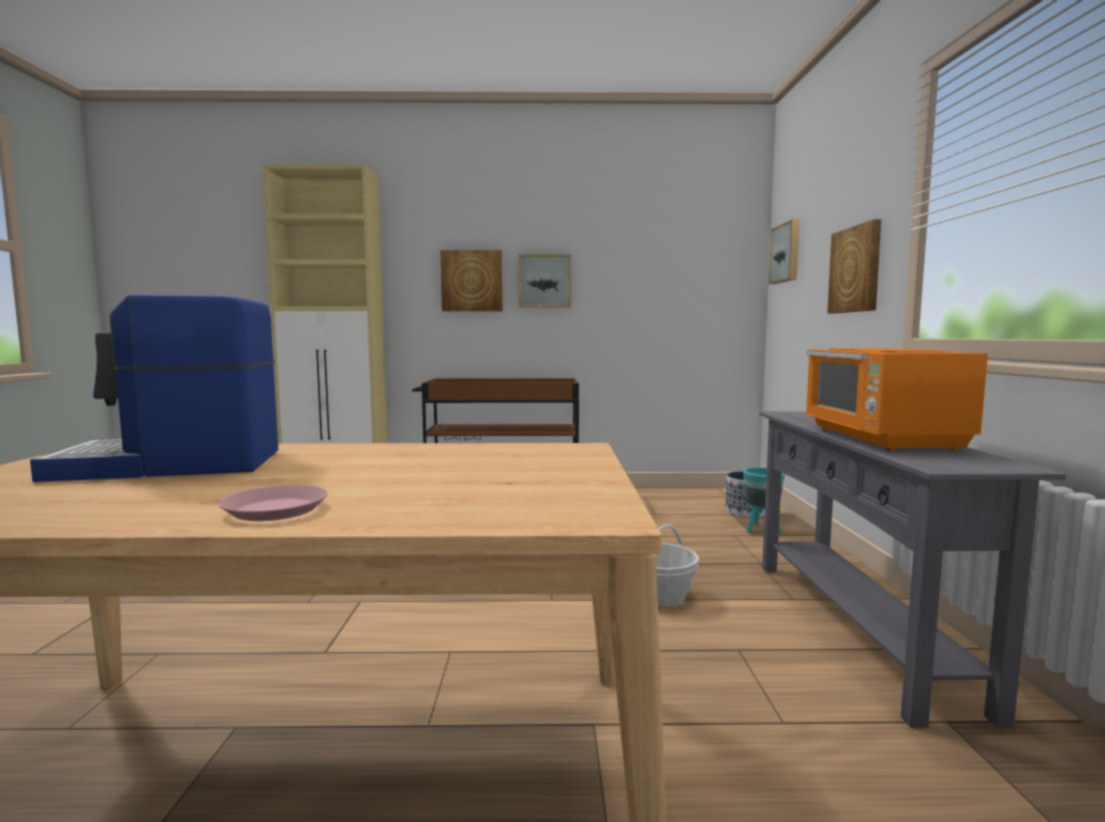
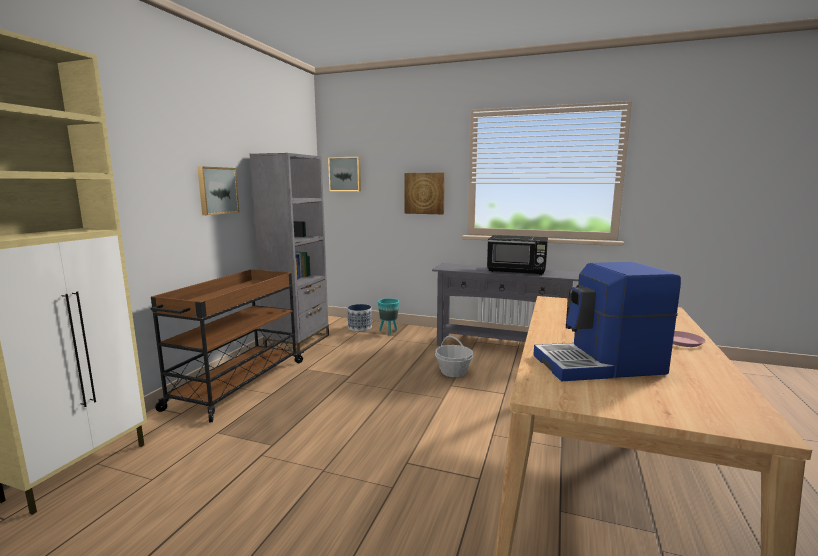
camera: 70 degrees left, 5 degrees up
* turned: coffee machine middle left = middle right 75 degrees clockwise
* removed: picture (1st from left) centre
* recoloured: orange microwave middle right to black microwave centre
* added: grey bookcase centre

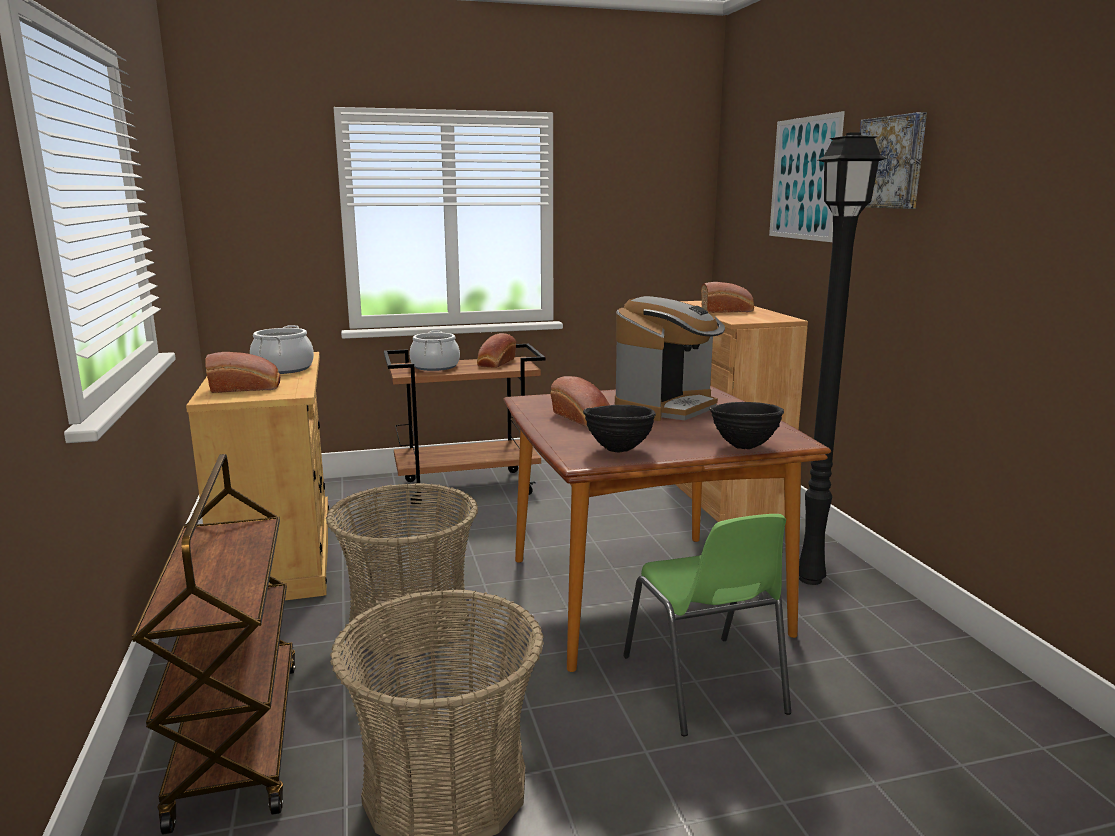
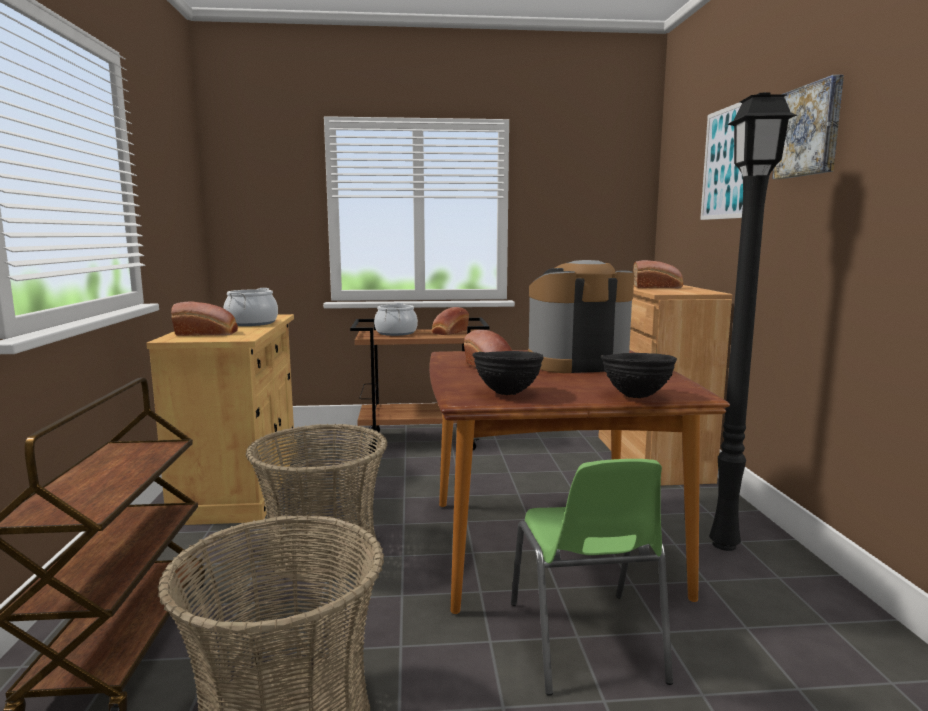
camera: 10 degrees right, 5 degrees down
* turned: coffee machine centre = centre 150 degrees counterclockwise

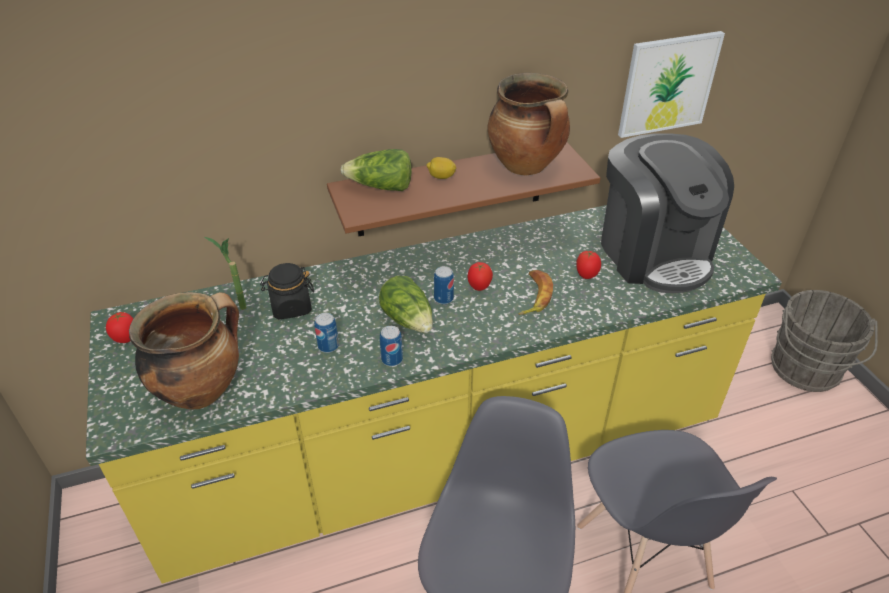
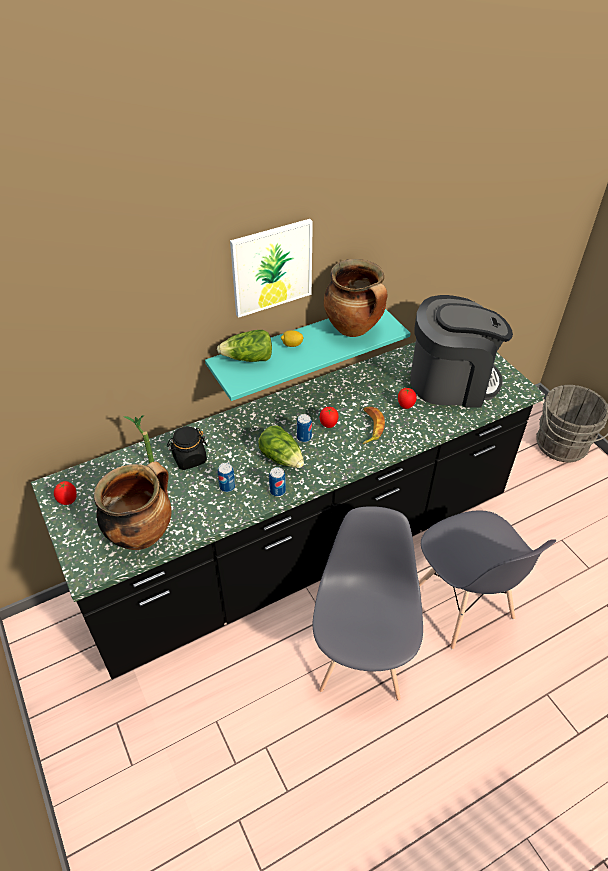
camera: 10 degrees left, 5 degrees up
* recoloured: yellow counter centre to black counter centre
* recoloured: brown shelf top centre to turquoise shelf centre
* turned: coffee machine middle right = middle right 60 degrees counterclockwise
* moved: picture top right to top centre

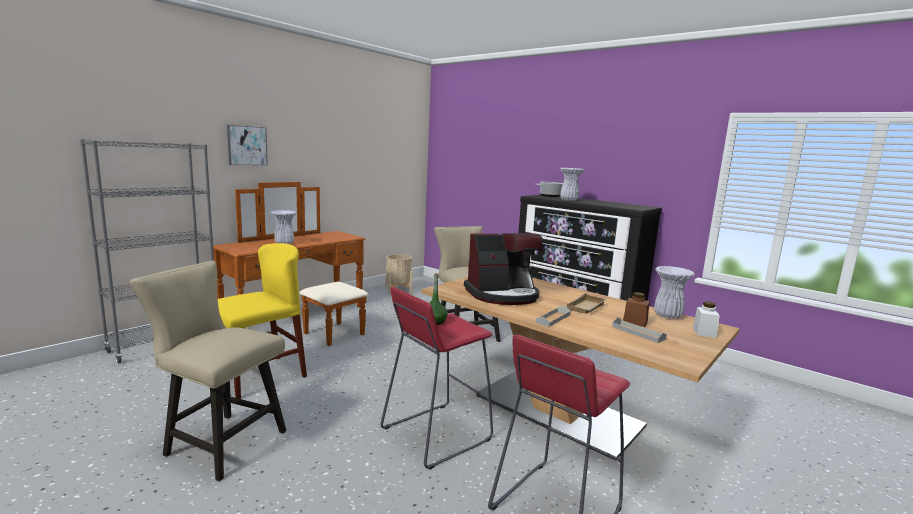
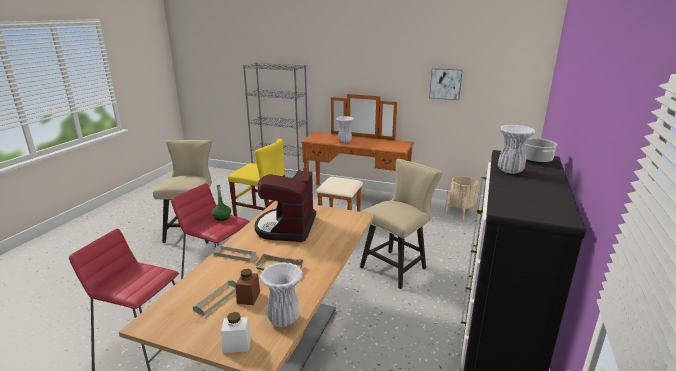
camera: 70 degrees right, 10 degrees up
* moved: picture top left to top centre
* turned: coffee machine centre = centre 45 degrees clockwise

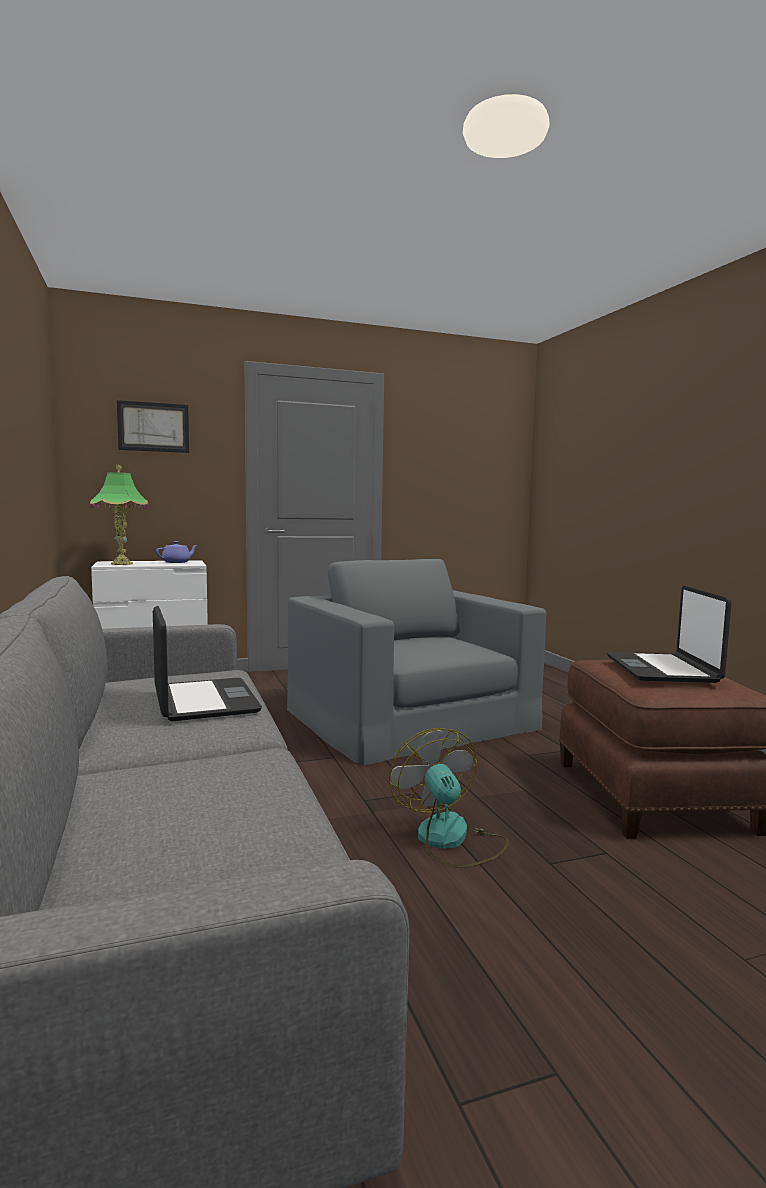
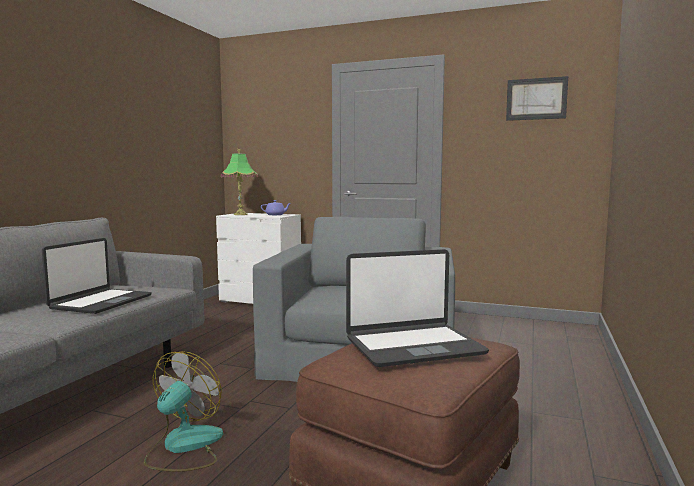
camera: 40 degrees right, 0 degrees up
* moved: picture middle left to top right
* turned: laptop (2nd from left) middle right = centre 150 degrees counterclockwise

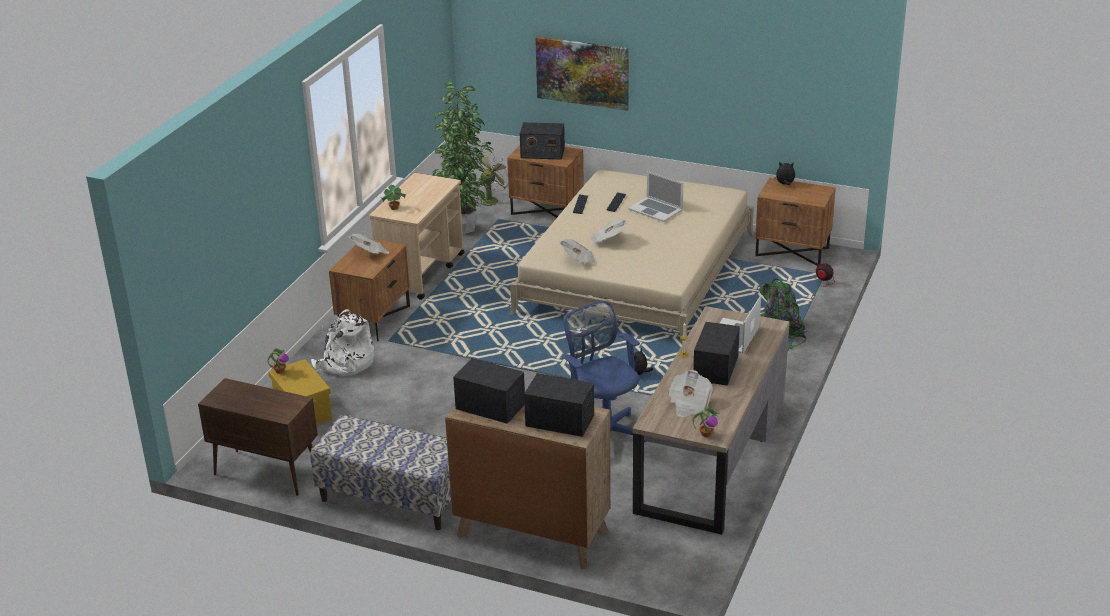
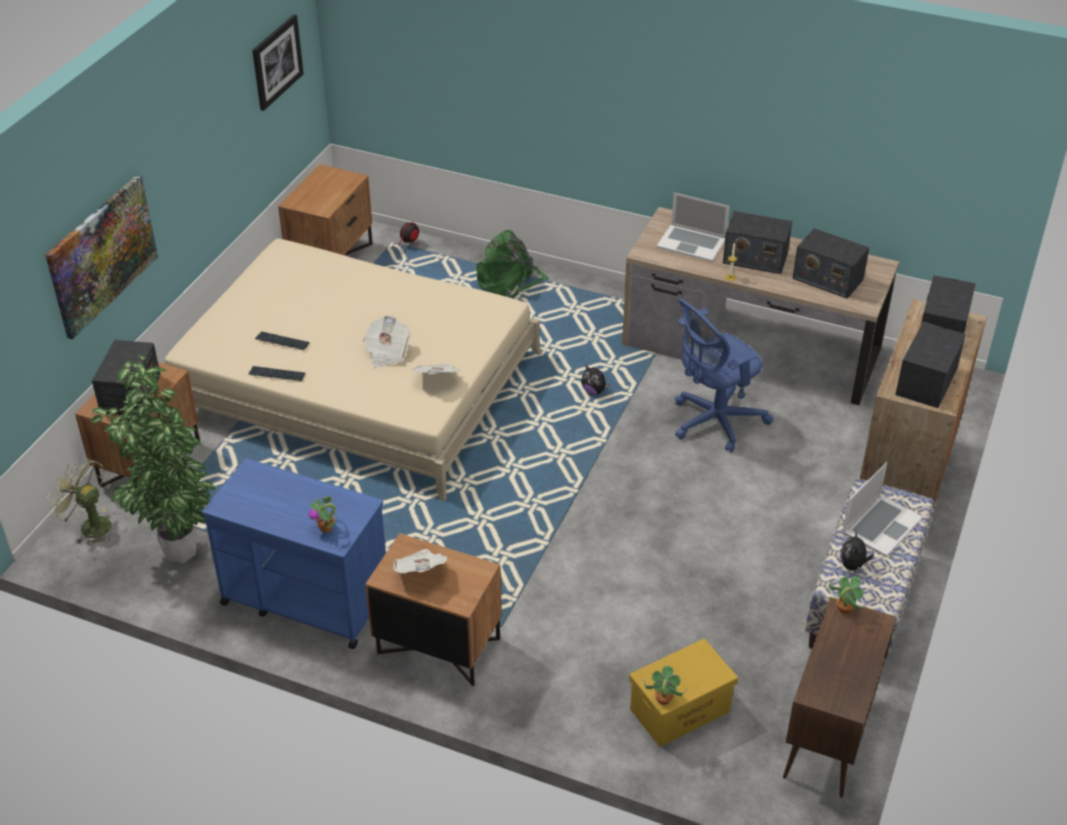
camera: 90 degrees left, 10 degrees up
* removed: white backpack middle left
* recoloured: beige cart centre to blue cart bottom left
* moved: laptop (1st from left in the first image) top centre to laptop (2nd from left) middle right
* replaced: newspaper (4th from left) centre to radio (3rd from left) top right
* moved: potted plant (4th from left) bottom centre to bottom right
* moved: plush toy (2nd from left) top right to bottom right
* added: picture (2nd from left) top left

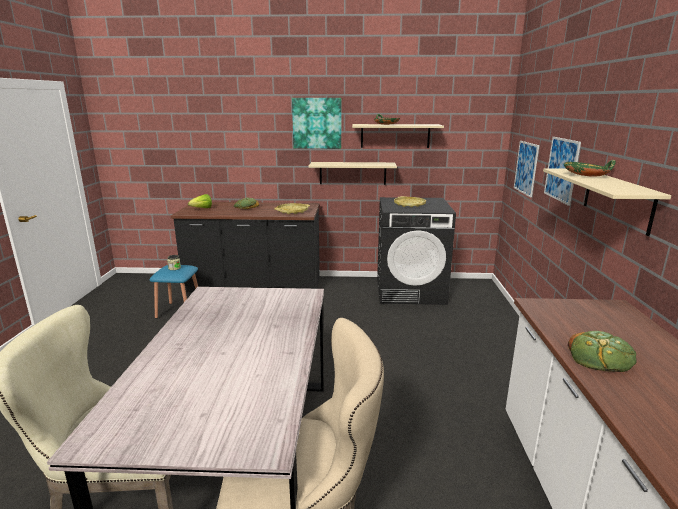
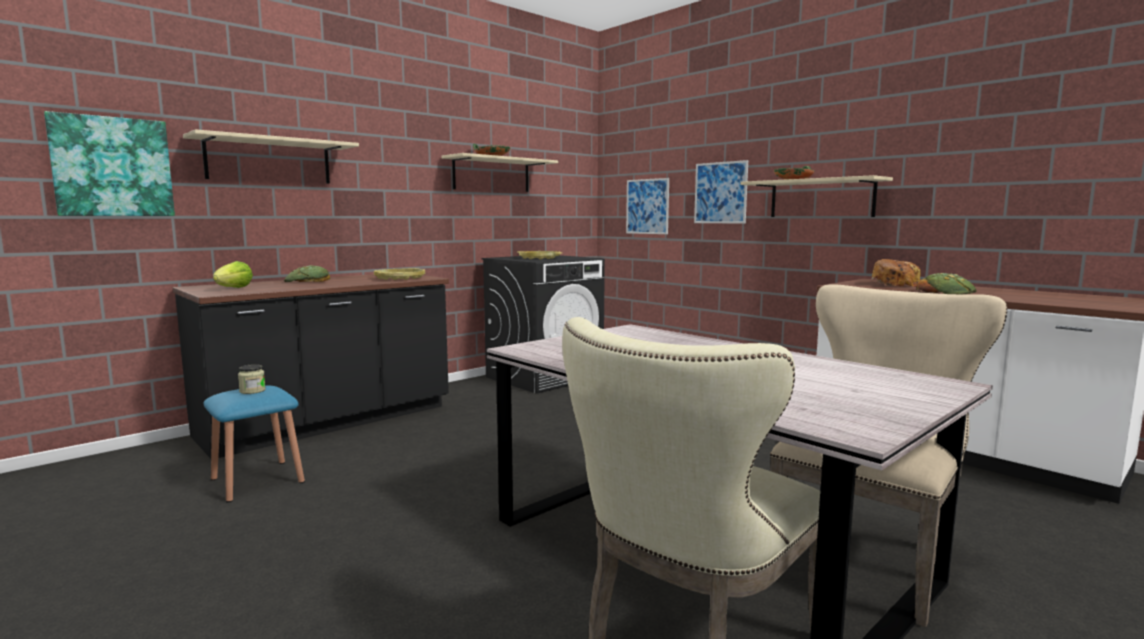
camera: 45 degrees left, 10 degrees down
* moved: picture (1st from left) top centre to top left
* moved: beige shelf (1st from left) centre to top left
* added: bread (2nd from left) middle right

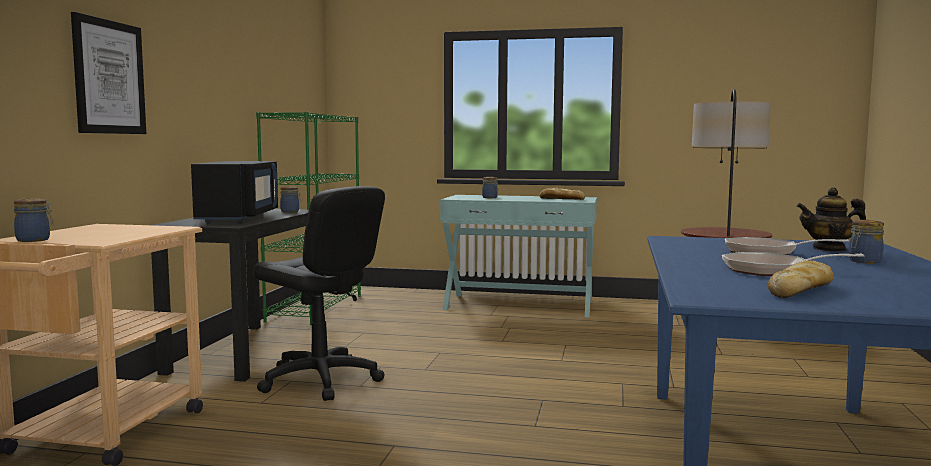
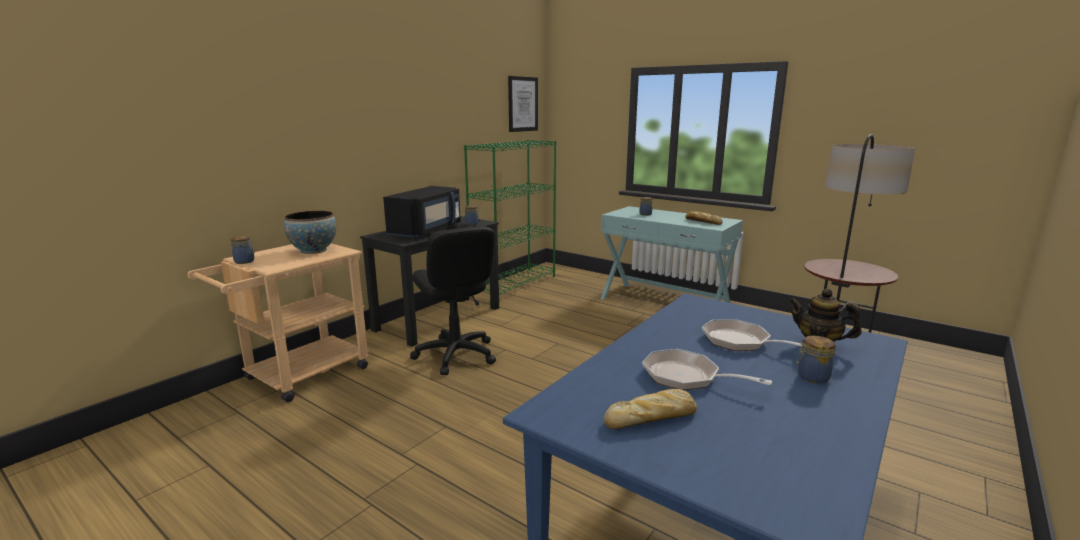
camera: 25 degrees right, 10 degrees up
* moved: picture top left to top centre
* added: bowl middle left

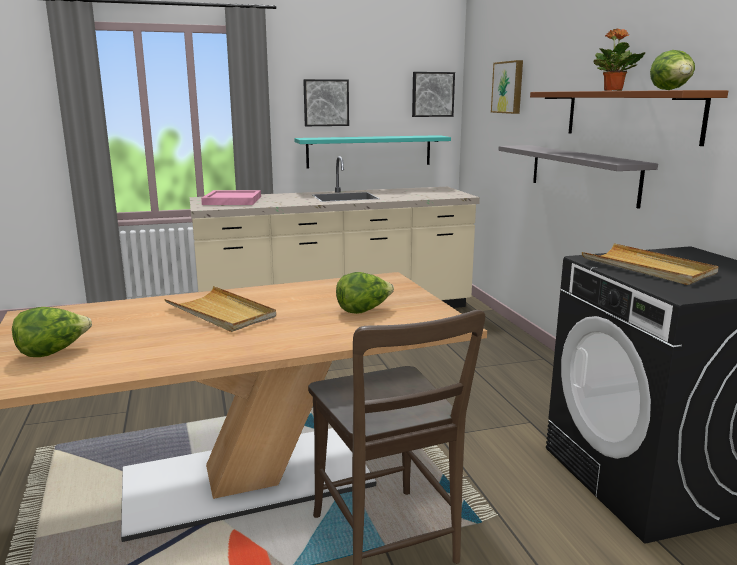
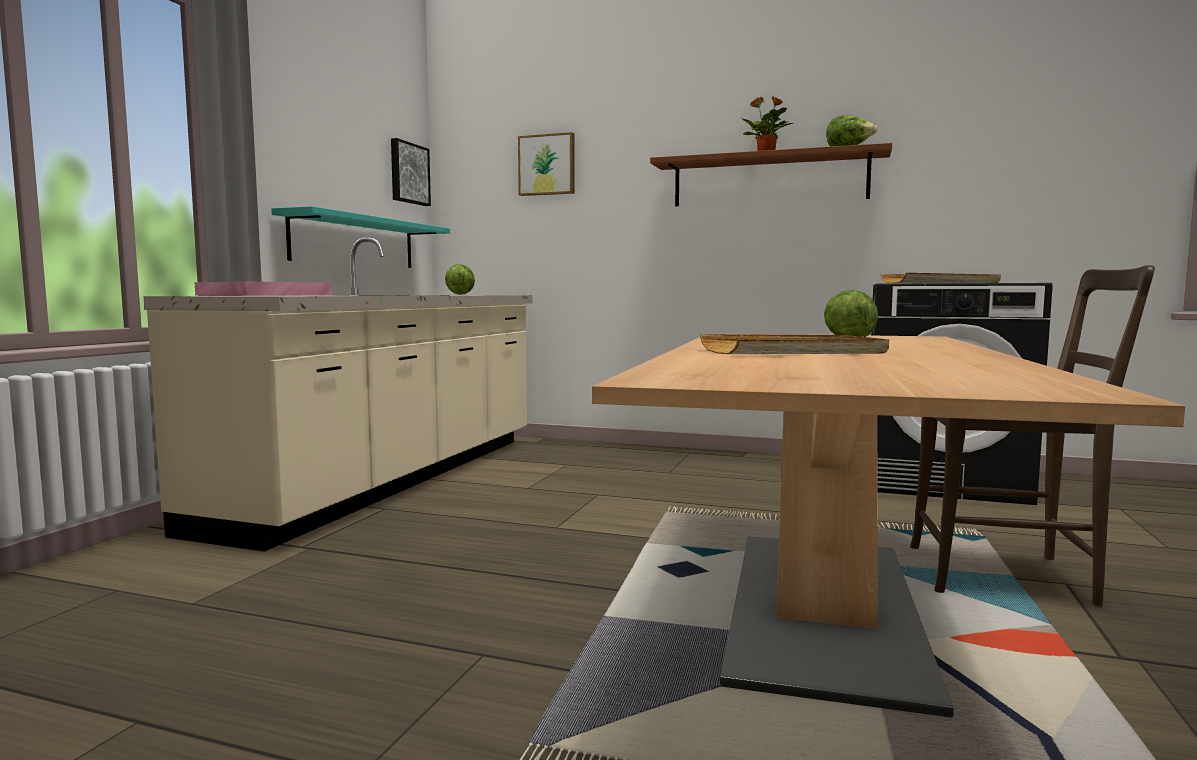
camera: 55 degrees left, 10 degrees down
* moved: lettuce (1st from left) middle left to centre
* removed: picture (1st from left) top centre
* removed: grey shelf top right

